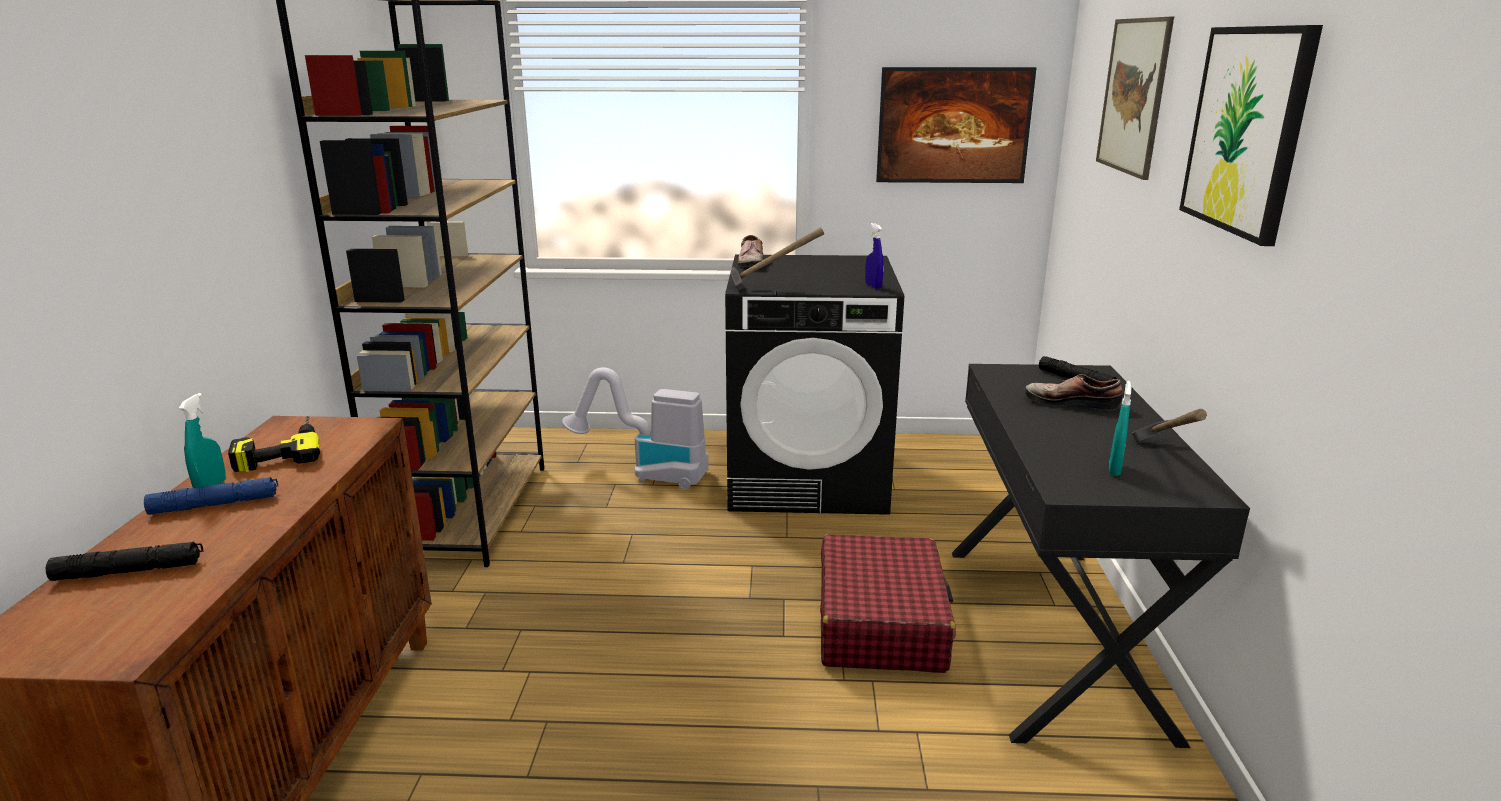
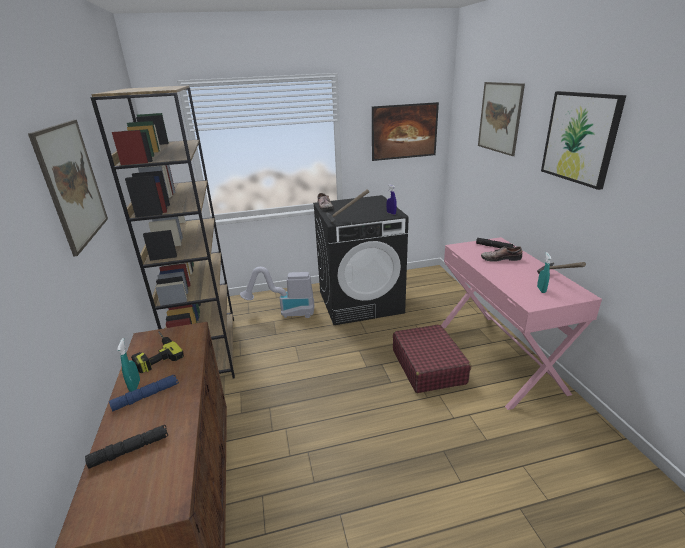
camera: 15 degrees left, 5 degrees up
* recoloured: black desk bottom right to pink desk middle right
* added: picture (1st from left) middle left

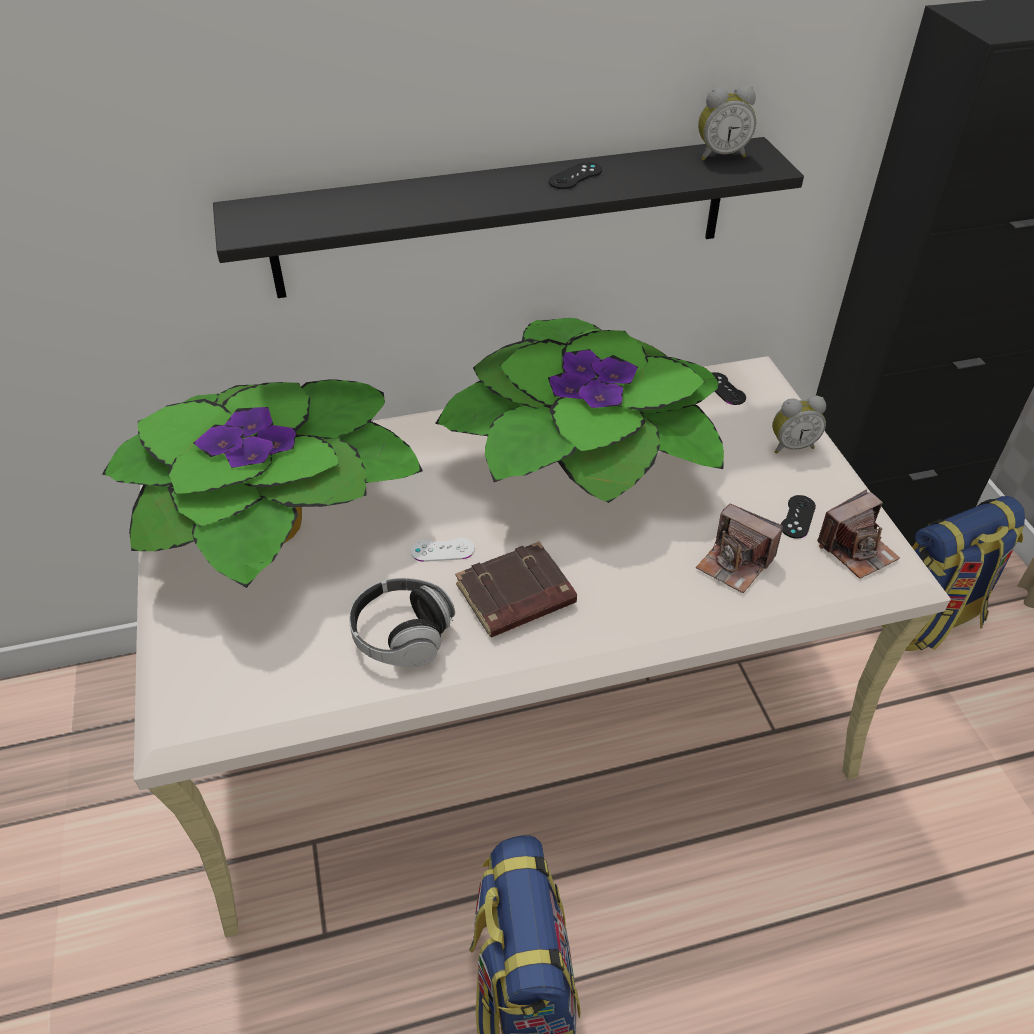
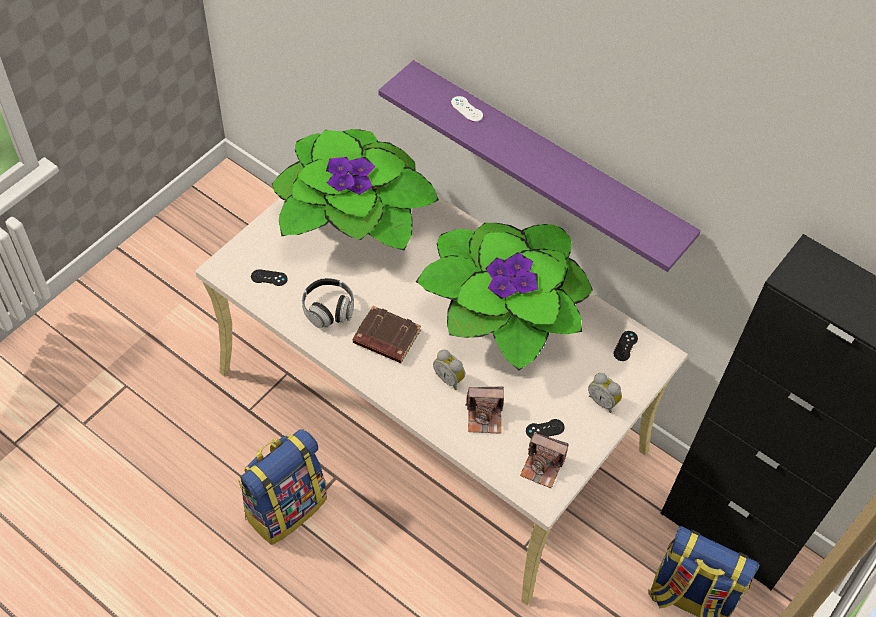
camera: 50 degrees right, 10 degrees up
* recoloured: black shelf top centre to purple shelf top centre
* moved: white game controller centre to top centre
* moved: black game controller (1st from left) top centre to middle left
* turned: photo camera (1st from left) middle right = centre 90 degrees counterclockwise
* moved: alarm clock (1st from left) top right to centre

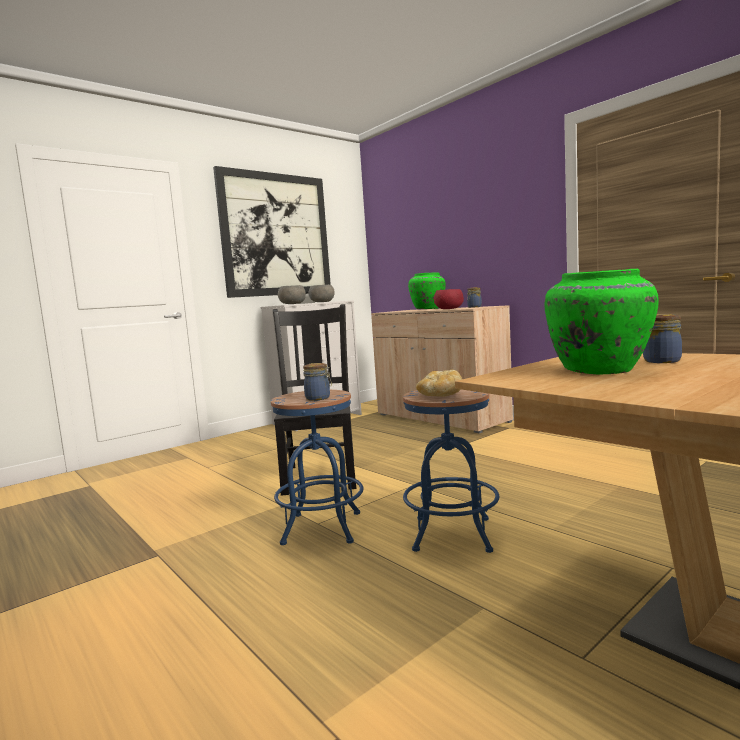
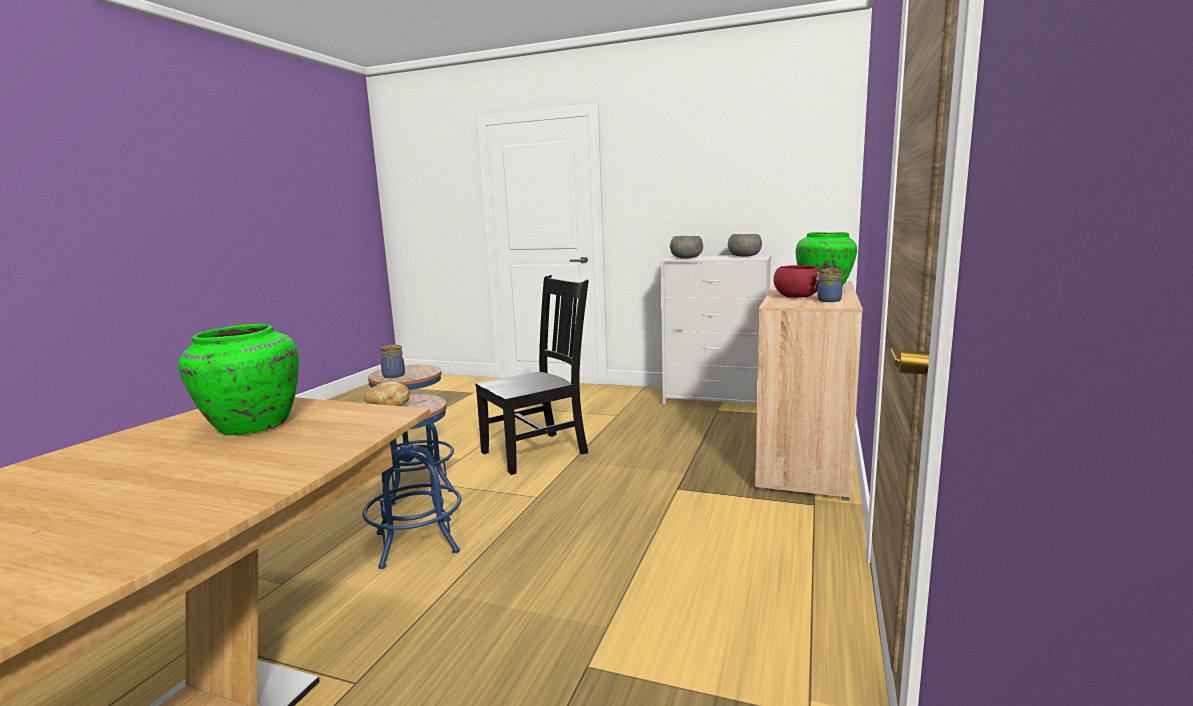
camera: 60 degrees right, 5 degrees up
* removed: picture top centre
* removed: jar (3rd from left) middle right

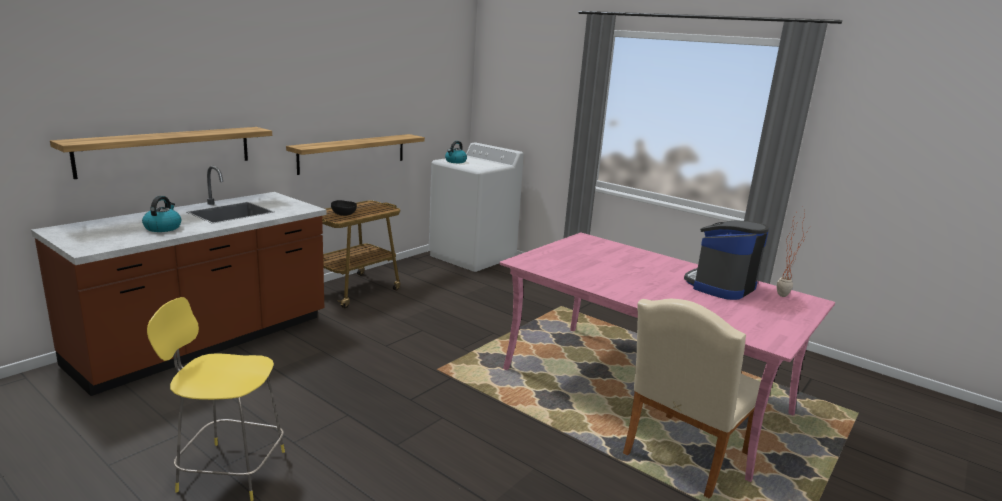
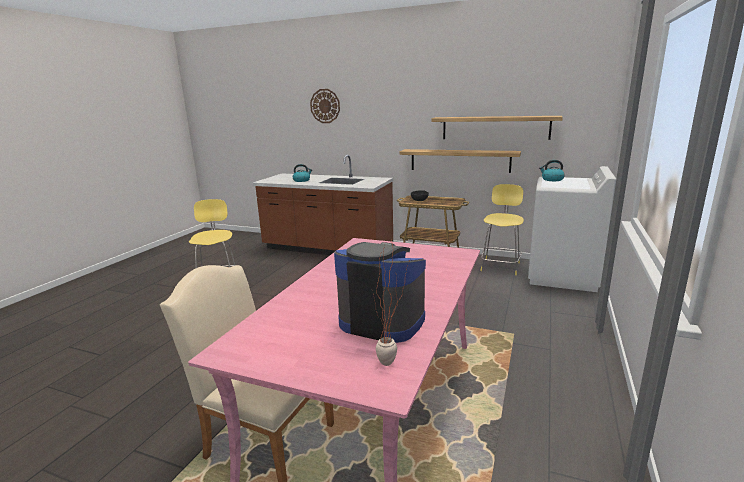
camera: 75 degrees right, 0 degrees up
* moved: shelf (1st from left in the first image) top left to shelf (2nd from left) top right
* added: wall clock top centre
* added: yellow stool (2nd from left) middle right

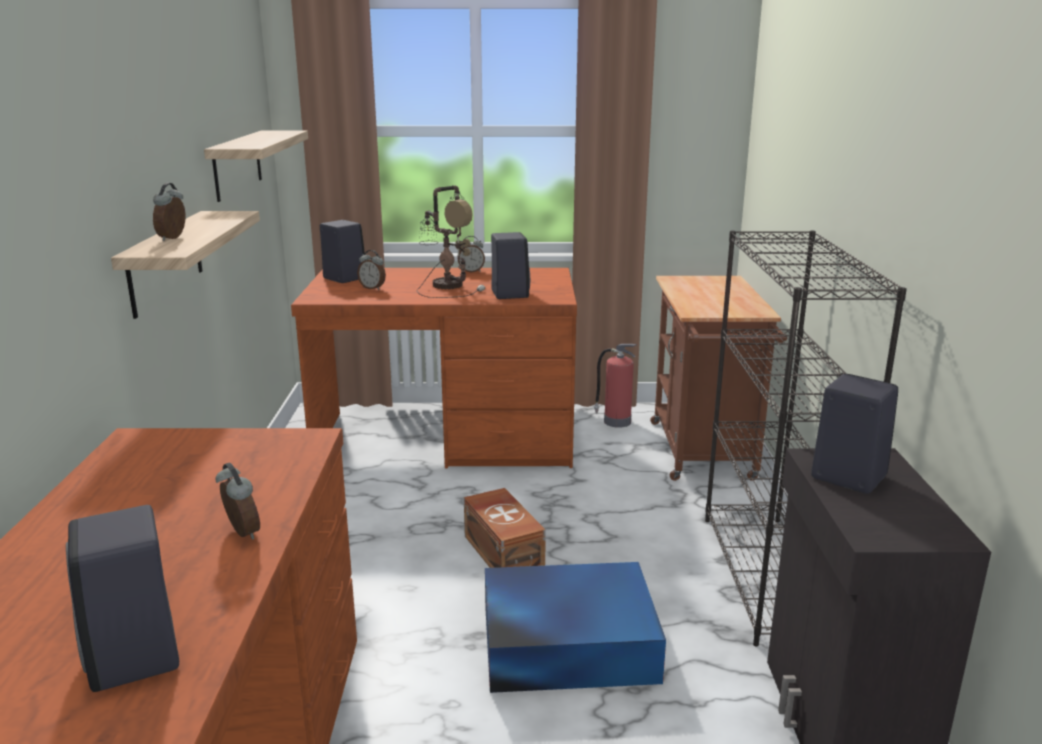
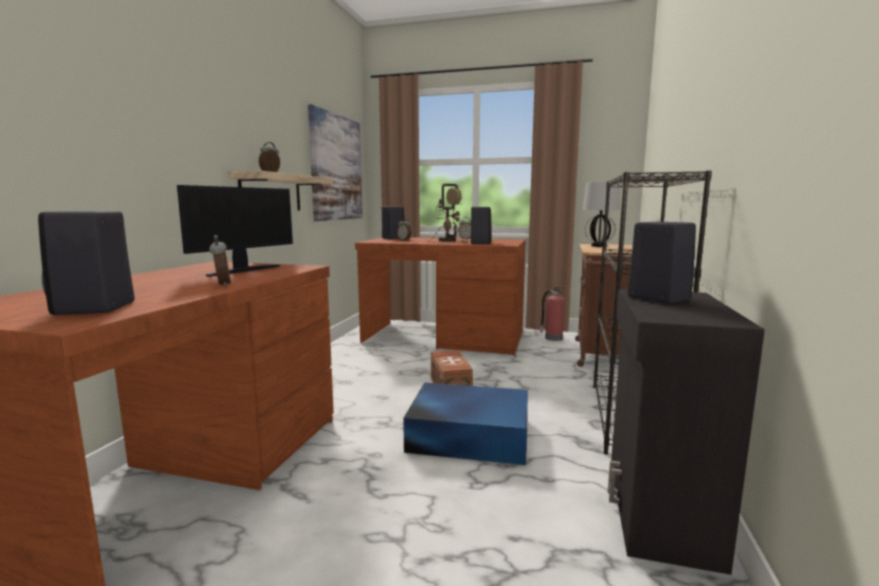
camera: 15 degrees right, 10 degrees down
* replaced: shelf (2nd from left) top left to picture top centre
* added: monitor middle left
* added: table lamp (2nd from left) middle right

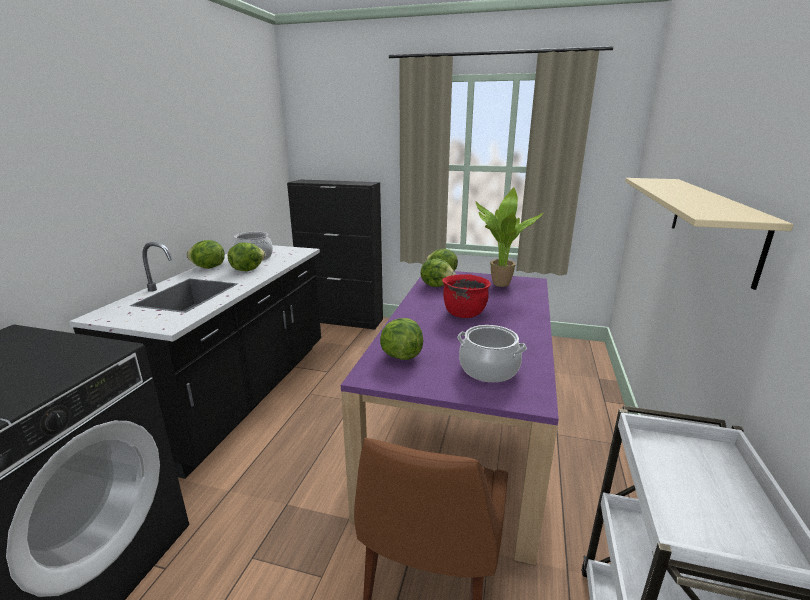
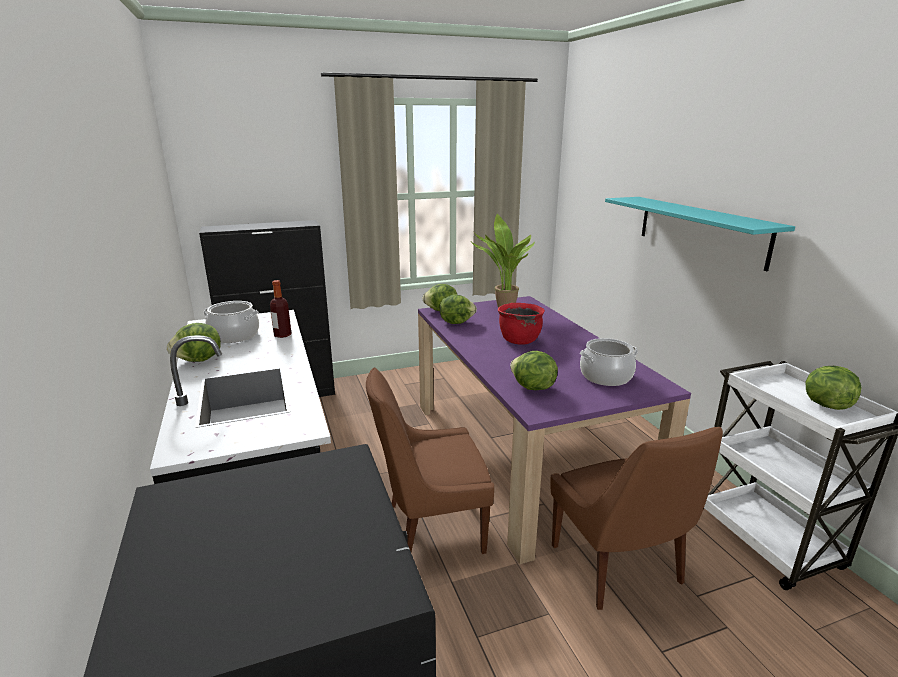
camera: 35 degrees left, 0 degrees up
* moved: lettuce (2nd from left in the first image) middle left to lettuce (5th from left) middle right
* recoloured: beige shelf middle right to turquoise shelf middle right
* added: bottle middle left
* added: brown chair (1st from left) bottom centre

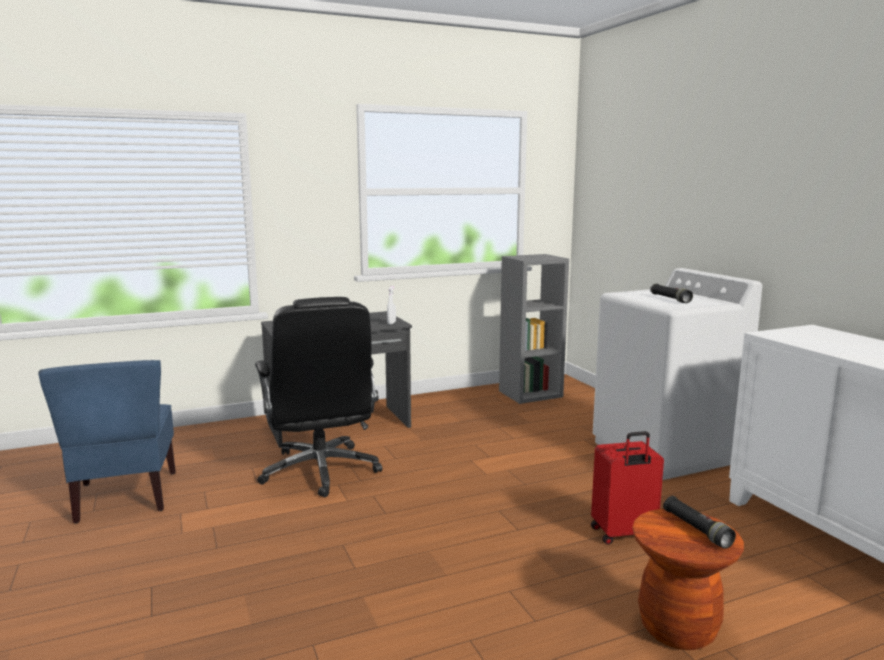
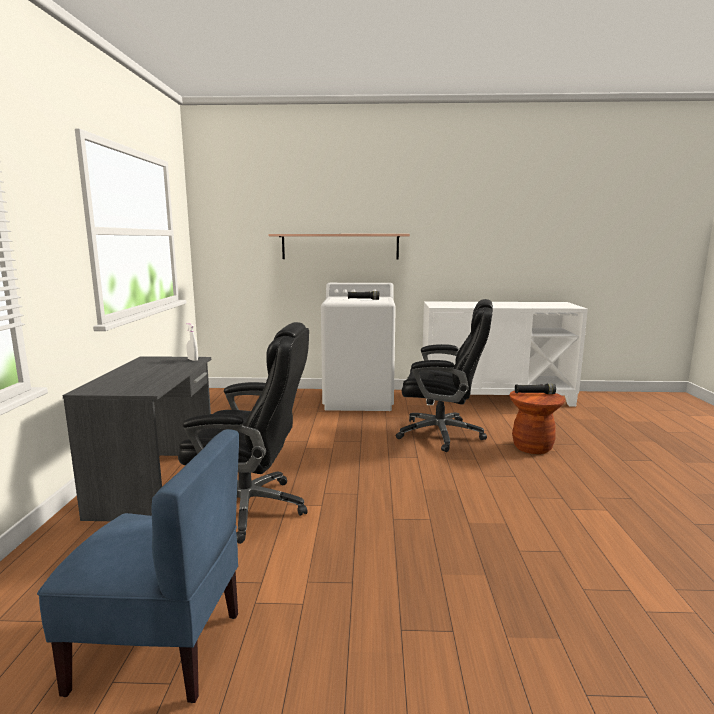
camera: 65 degrees left, 0 degrees up
* removed: grey bookcase centre
* replaced: red suitcase bottom right to black office chair (2nd from left) centre
* added: shelf centre

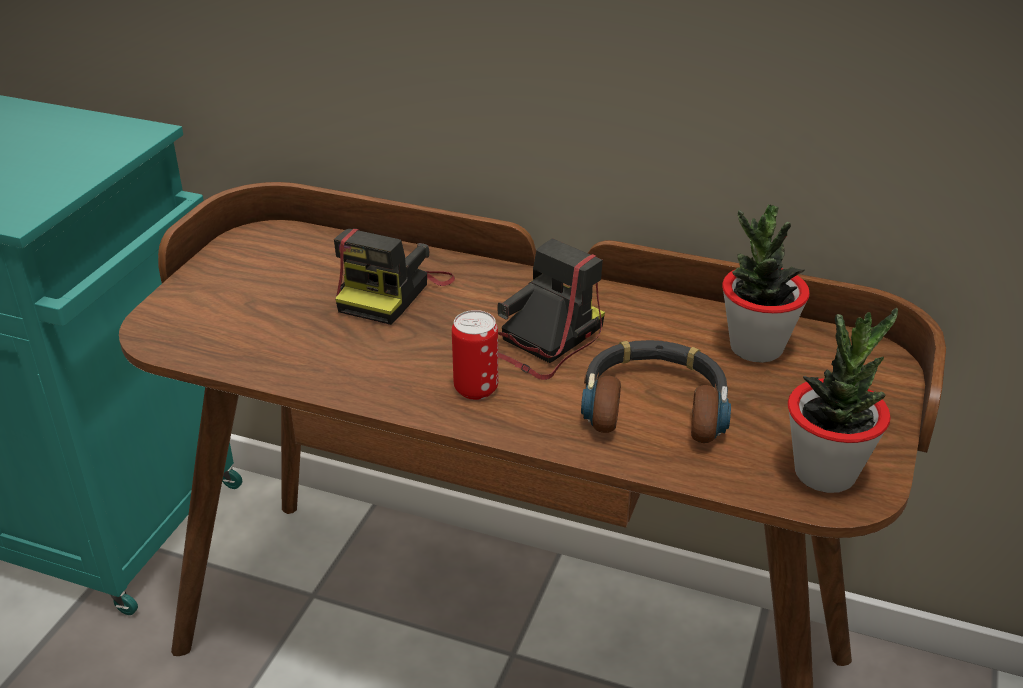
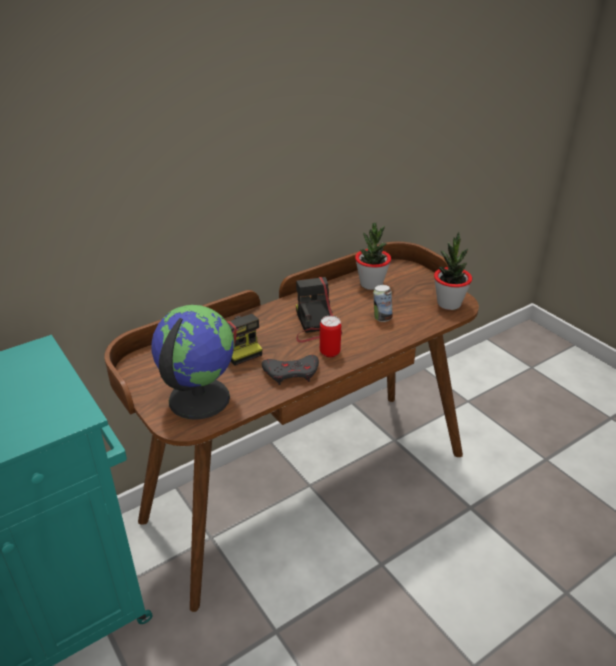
camera: 55 degrees left, 0 degrees up
* replaced: headphones centre to can (2nd from left) centre
* added: globe middle left
* added: grey game controller centre

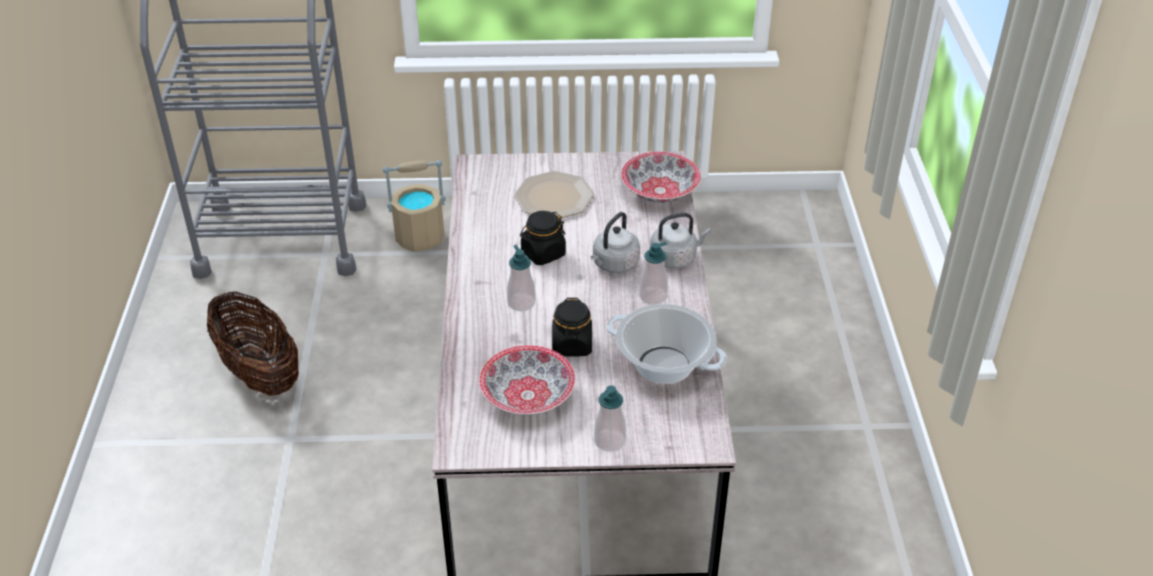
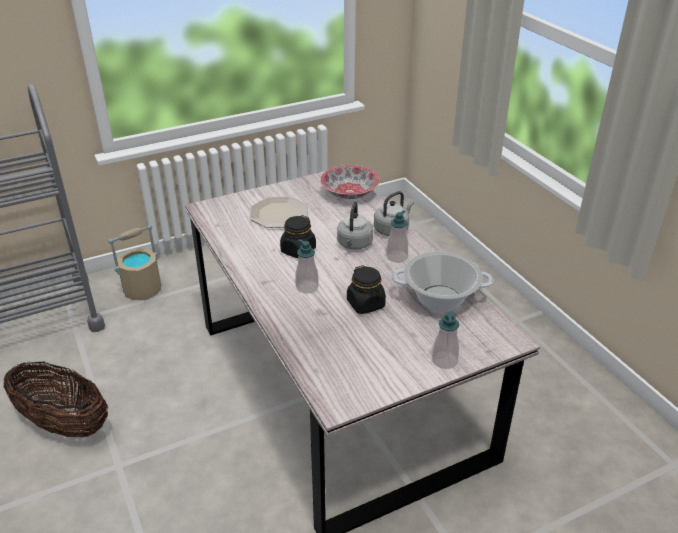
camera: 25 degrees left, 5 degrees down
* removed: bowl (1st from left) centre

